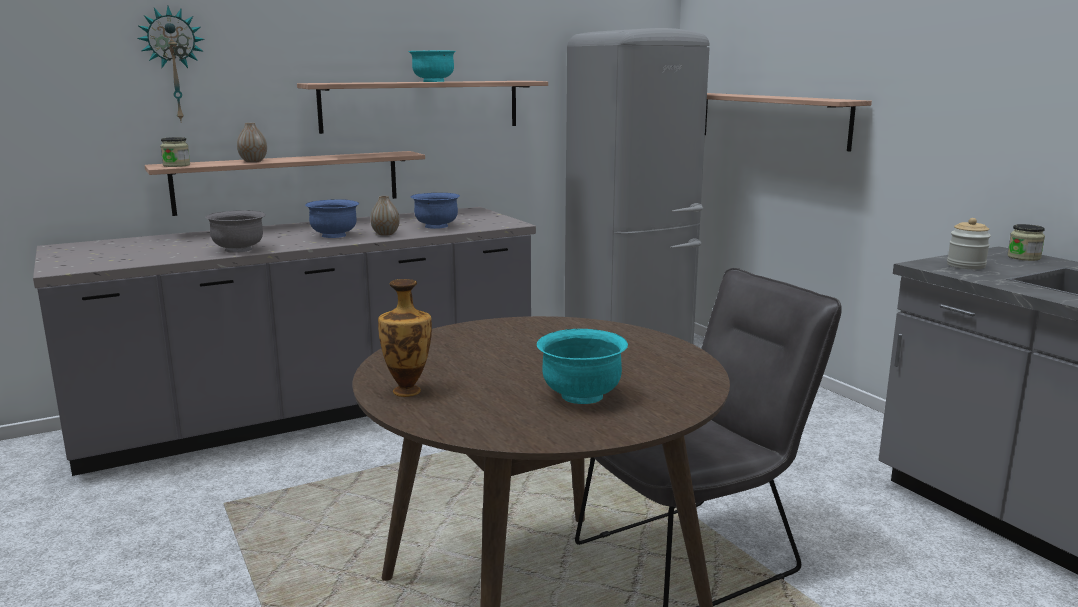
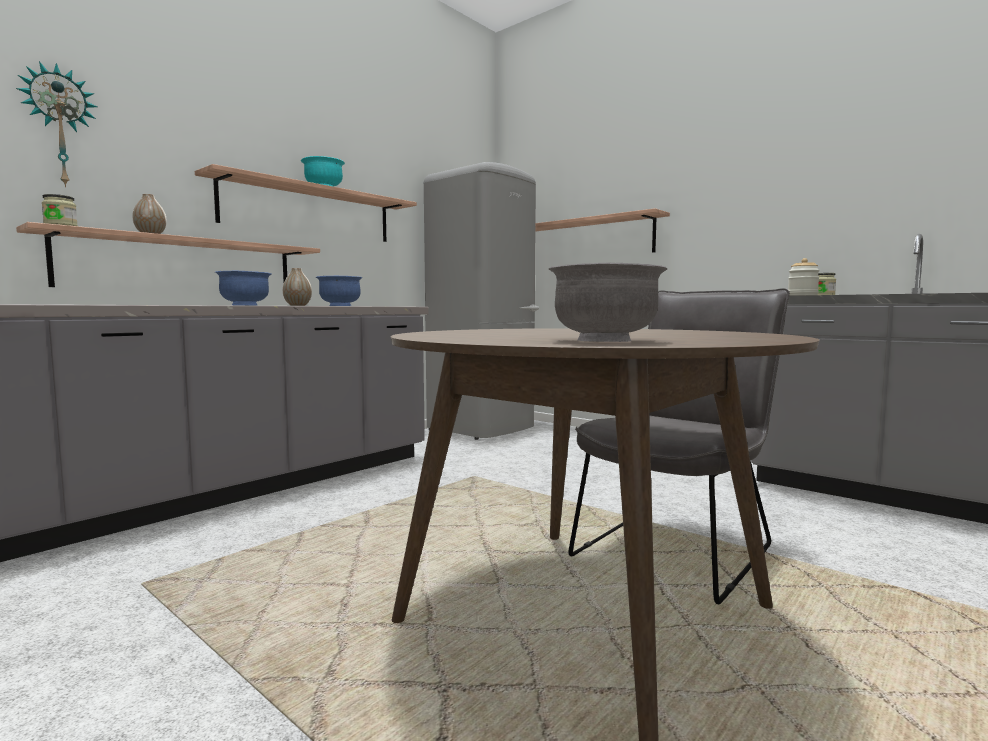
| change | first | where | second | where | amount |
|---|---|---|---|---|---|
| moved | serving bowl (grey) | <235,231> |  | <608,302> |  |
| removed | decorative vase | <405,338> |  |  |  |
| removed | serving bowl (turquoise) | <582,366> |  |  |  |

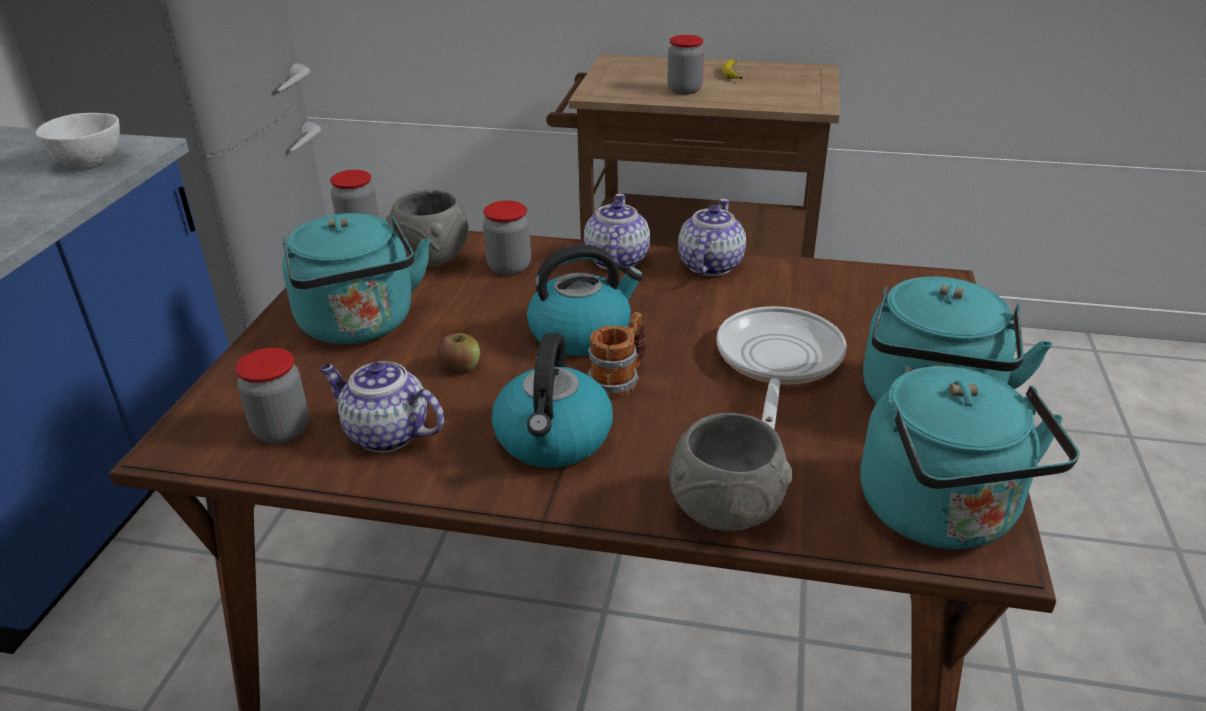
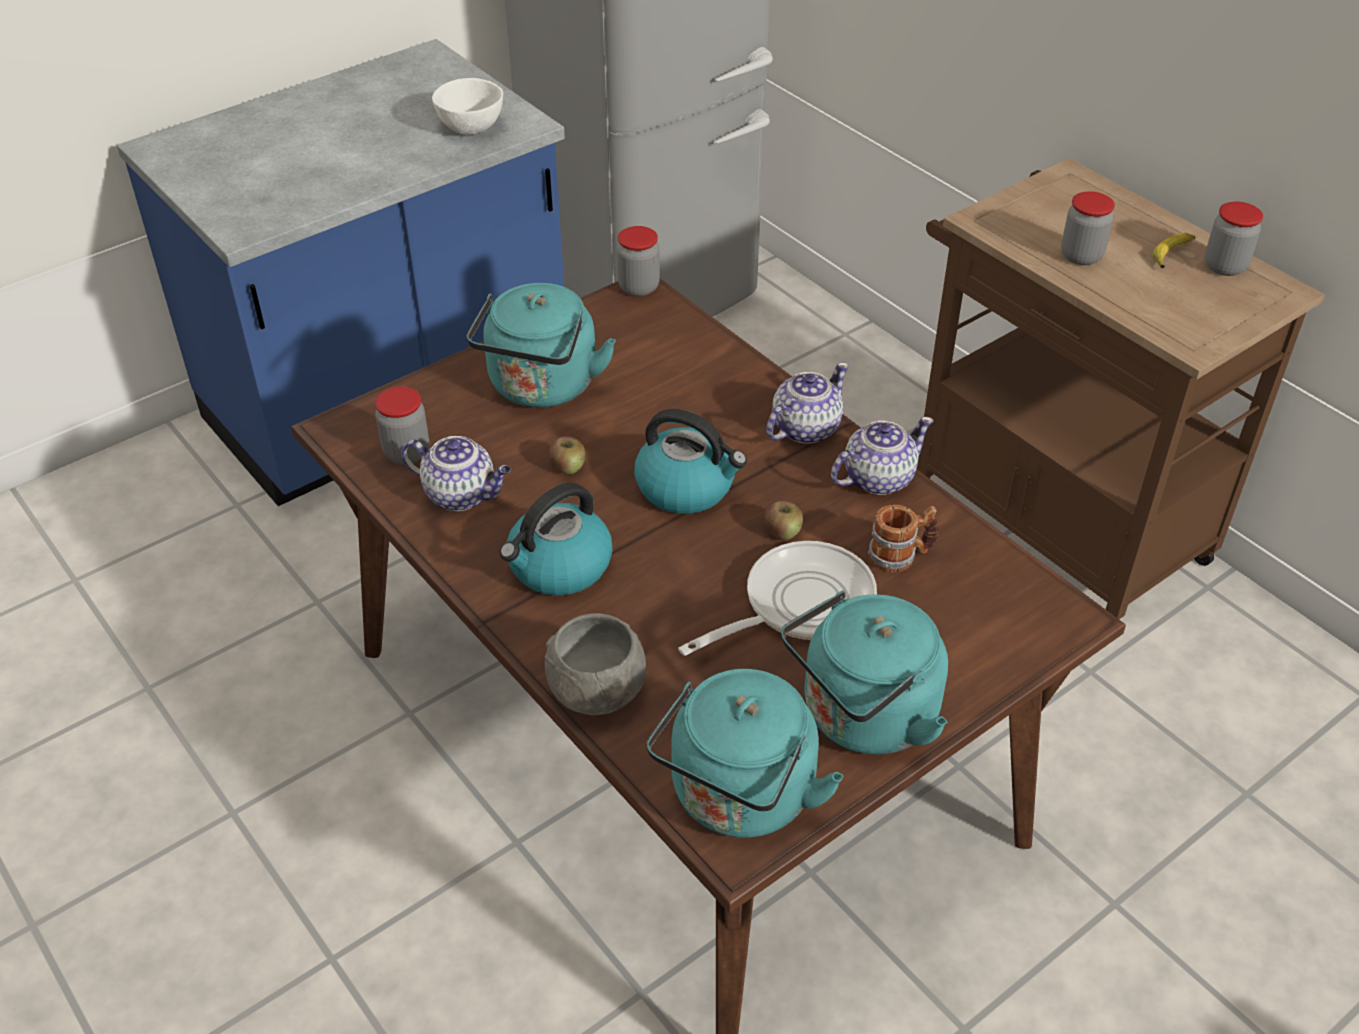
| change | first | where | second | where | amount |
|---|---|---|---|---|---|
| turned | pot for tea | <381,407> |  | <456,473> | 135 degrees clockwise |
| removed | serving bowl (grey) | <427,228> |  |  |  |
| moved | preserve jar | <507,238> |  | <1234,239> |  |
| moved | tea mug | <616,355> |  | <903,538> |  |
| added |  |  | apple | <783,520> |  |

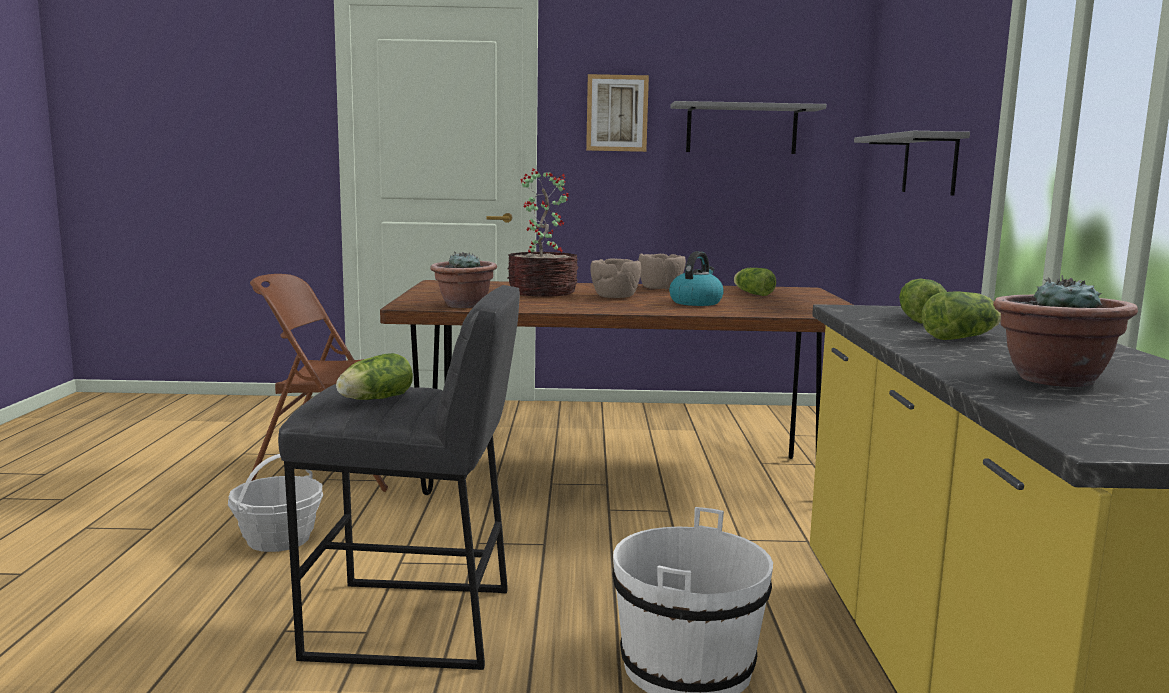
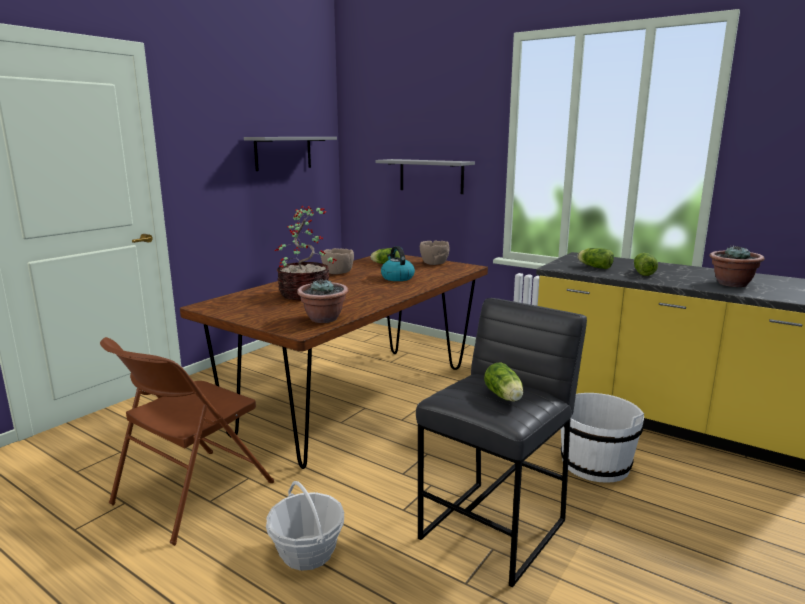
| change | first | where | second | where | amount |
|---|---|---|---|---|---|
| removed | picture | <617,113> |  |  |  |
| moved | serving bowl (brown) | <615,278> |  | <435,253> |  |

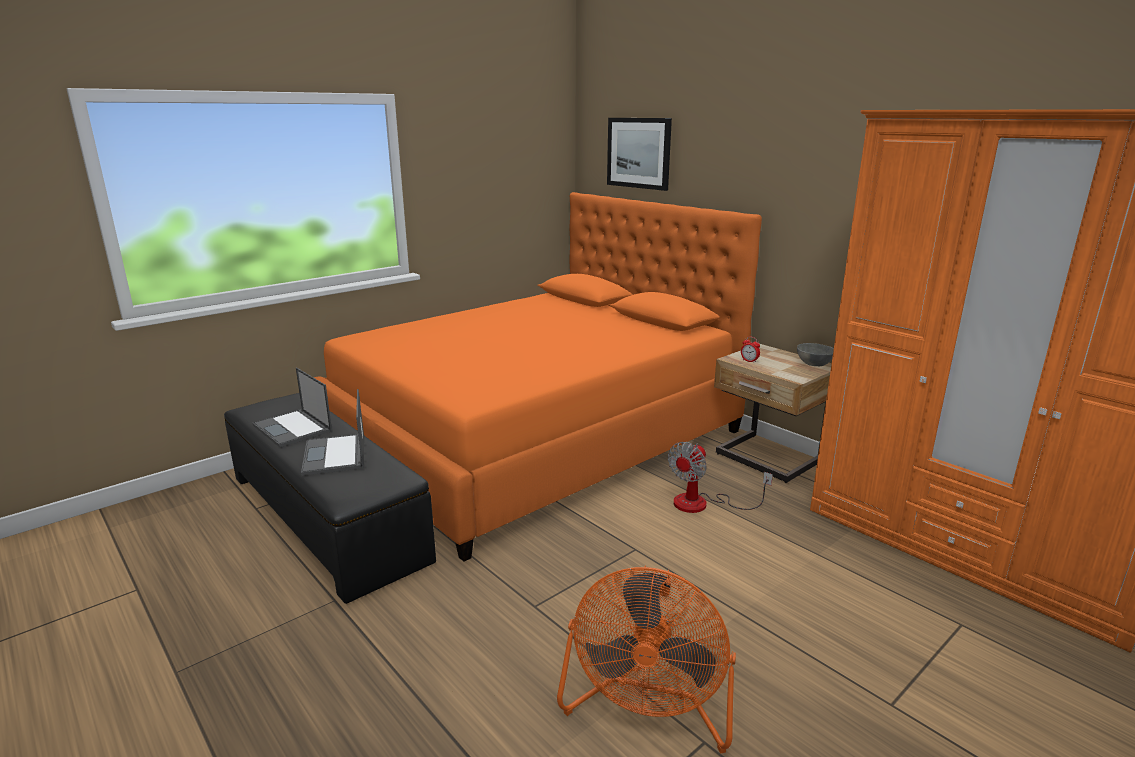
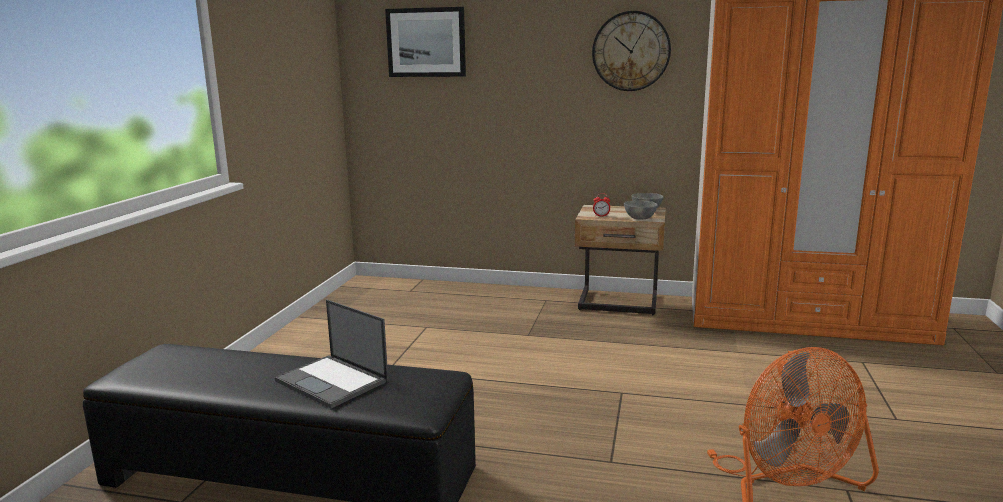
| change | first | where | second | where | amount |
|---|---|---|---|---|---|
| removed | notebook computer | <292,407> |  |  |  |
| removed | bed (orangey) | <538,377> |  |  |  |
| removed | electric fan | <720,477> |  |  |  |
| added |  |  | wall clock | <631,51> |  |
| added |  |  | serving bowl (grey) | <641,210> |  |

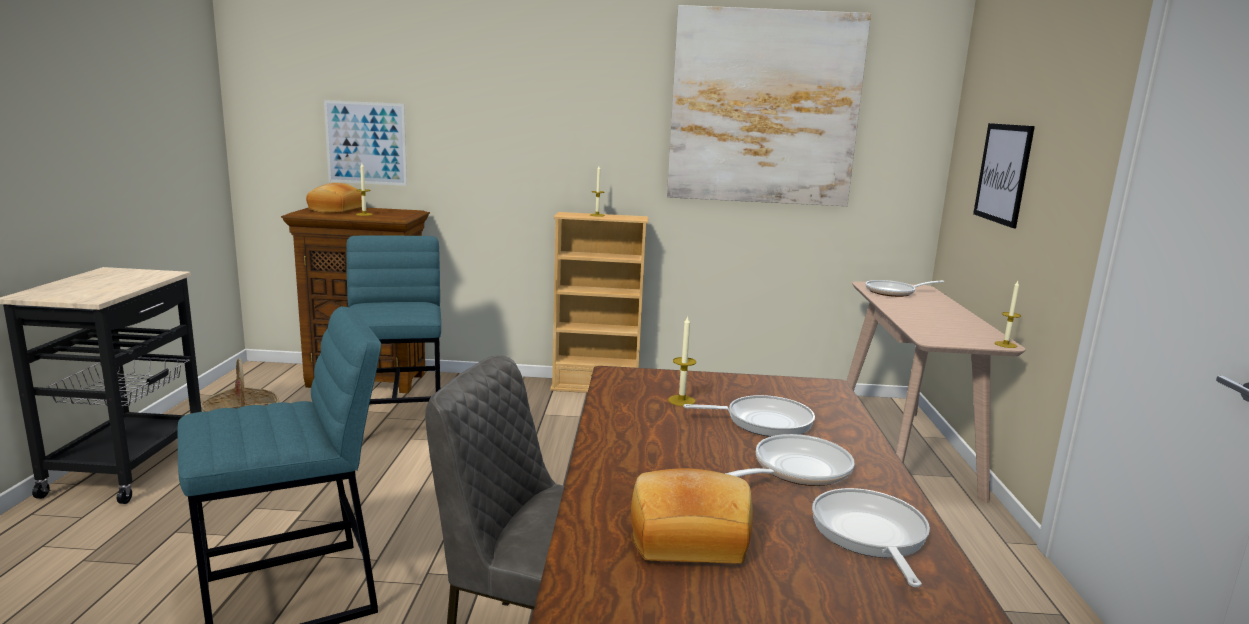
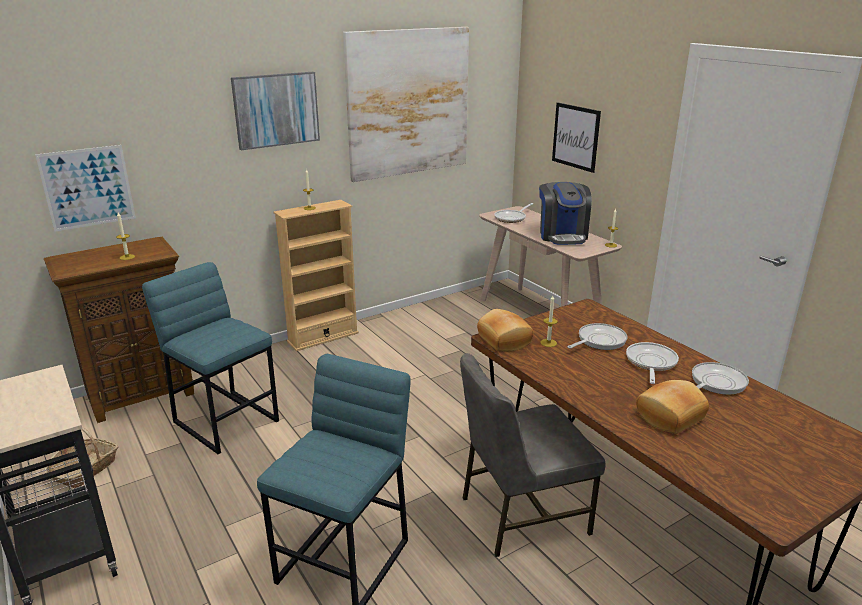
| change | first | where | second | where | amount |
|---|---|---|---|---|---|
| moved | baked bread | <334,198> |  | <505,330> |  |
| turned | frying pan | <871,537> |  | <720,378> | 90 degrees clockwise |
| added |  |  | picture | <275,111> |  |
| added |  |  | coffee machine | <565,213> |  |

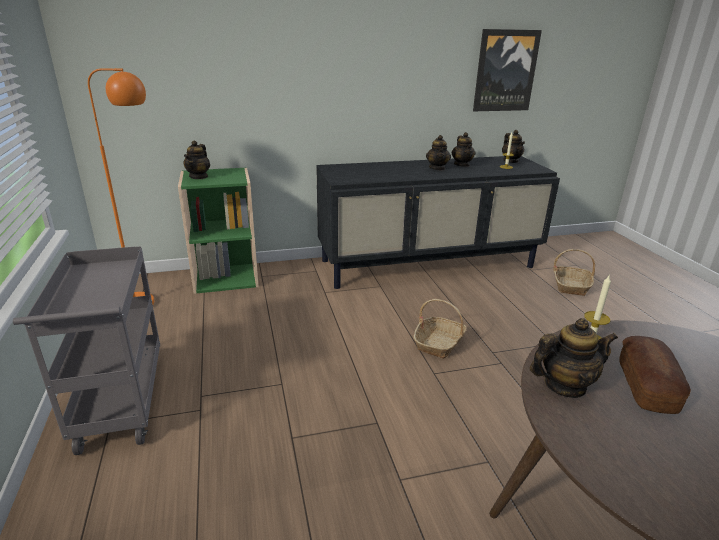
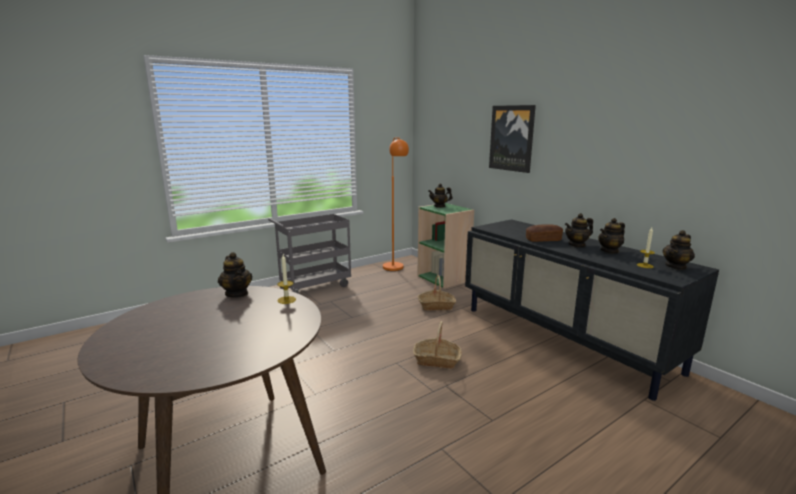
| change | first | where | second | where | amount |
|---|---|---|---|---|---|
| moved | picture | <507,70> |  | <512,139> |  |
| moved | storage basket | <574,272> |  | <437,293> |  |
| moved | baked bread | <655,375> |  | <544,233> |  |

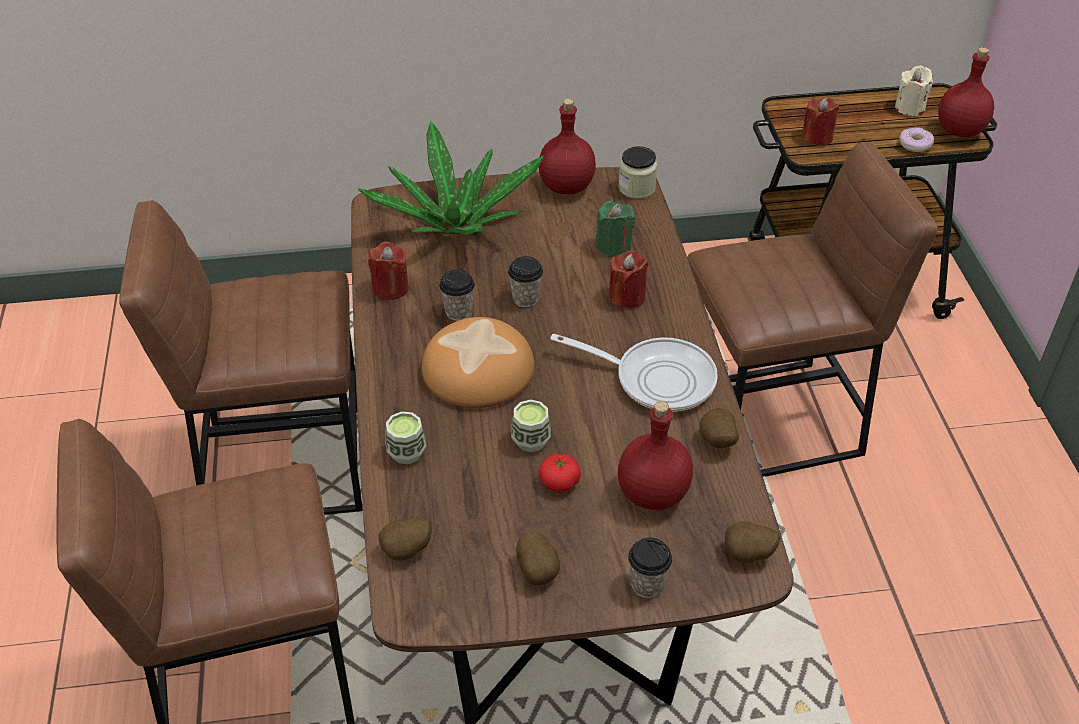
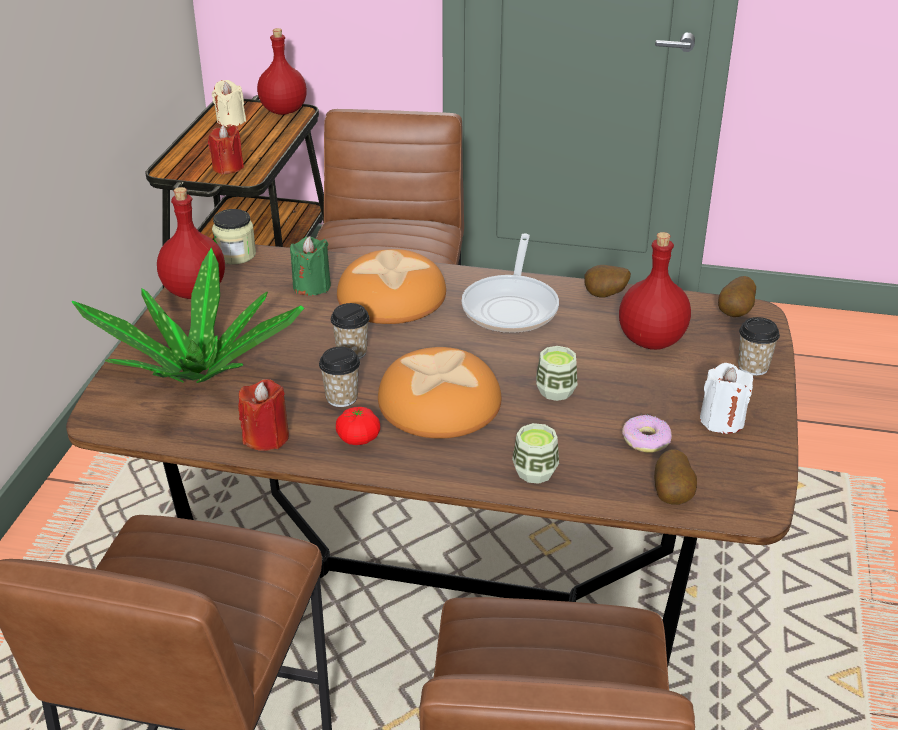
| change | first | where | second | where | amount |
|---|---|---|---|---|---|
| replaced | spud | <538,557> | candle (white-coloured) | <726,398> |  |
| moved | whole tomato | <560,473> |  | <358,426> |  |
| turned | frying pan | <634,373> |  | <510,283> | 150 degrees clockwise |
| replaced | candle (red) | <628,279> | baked bread | <391,286> |  |
| moved | ring doughnut | <916,139> |  | <647,434> |  |

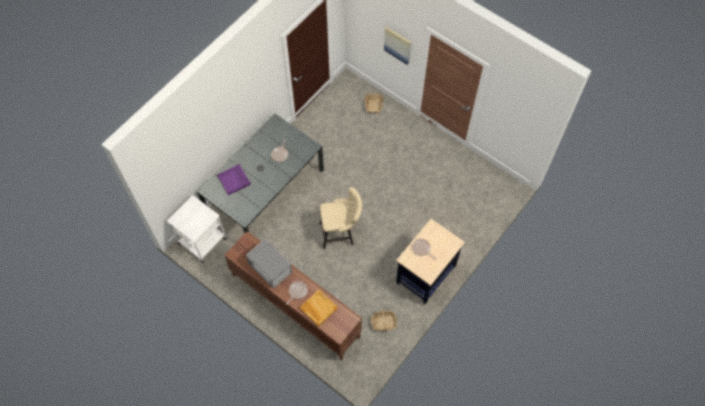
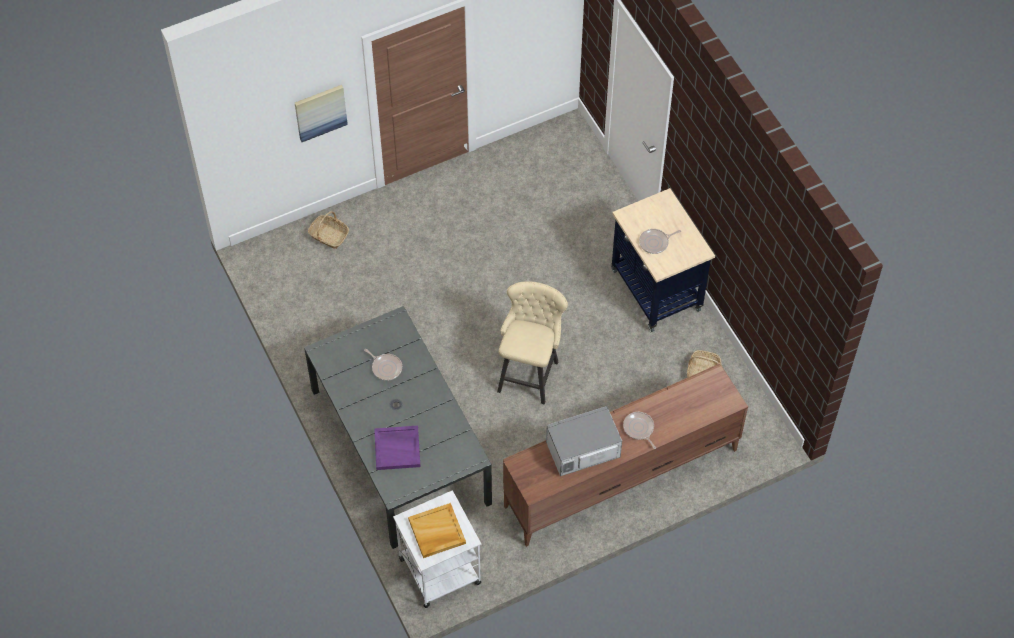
| change | first | where | second | where | amount |
|---|---|---|---|---|---|
| moved | tray (beige) | <319,308> |  | <437,530> |  |

